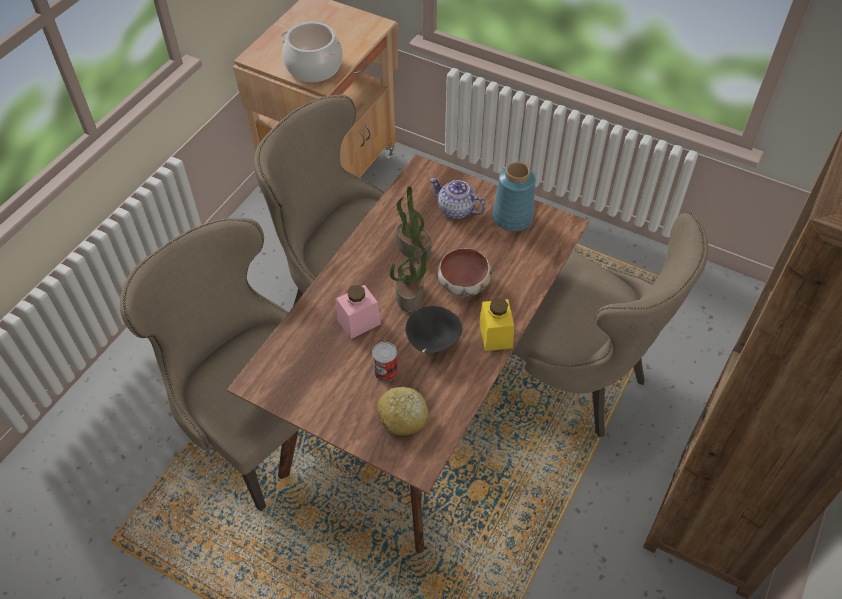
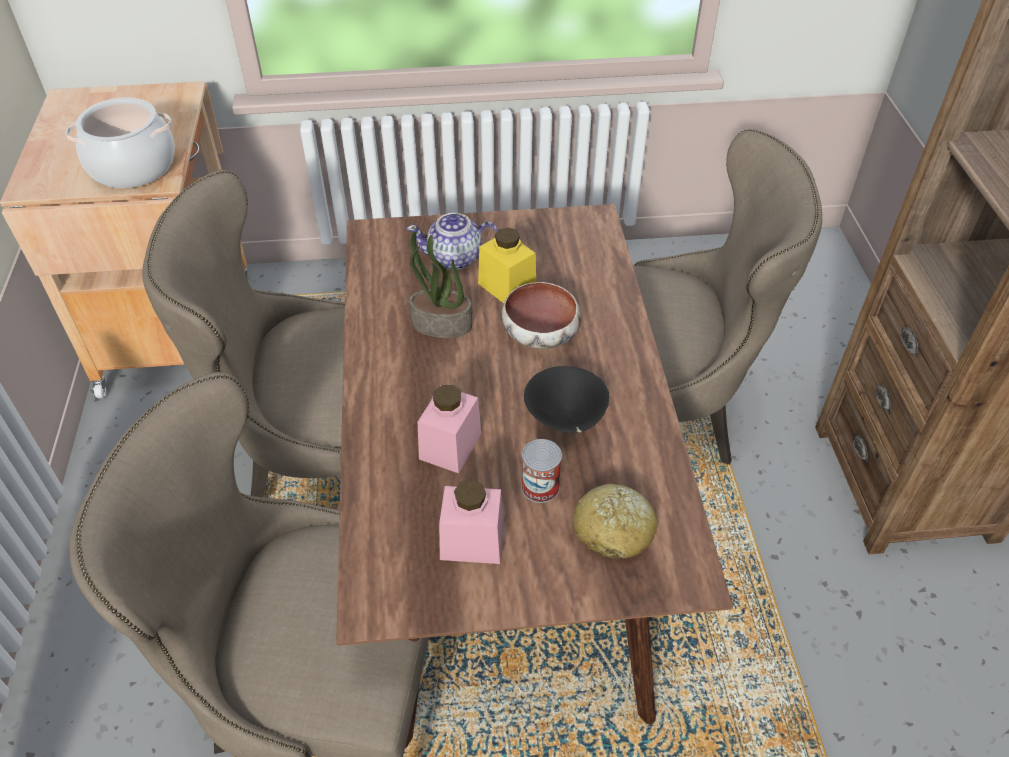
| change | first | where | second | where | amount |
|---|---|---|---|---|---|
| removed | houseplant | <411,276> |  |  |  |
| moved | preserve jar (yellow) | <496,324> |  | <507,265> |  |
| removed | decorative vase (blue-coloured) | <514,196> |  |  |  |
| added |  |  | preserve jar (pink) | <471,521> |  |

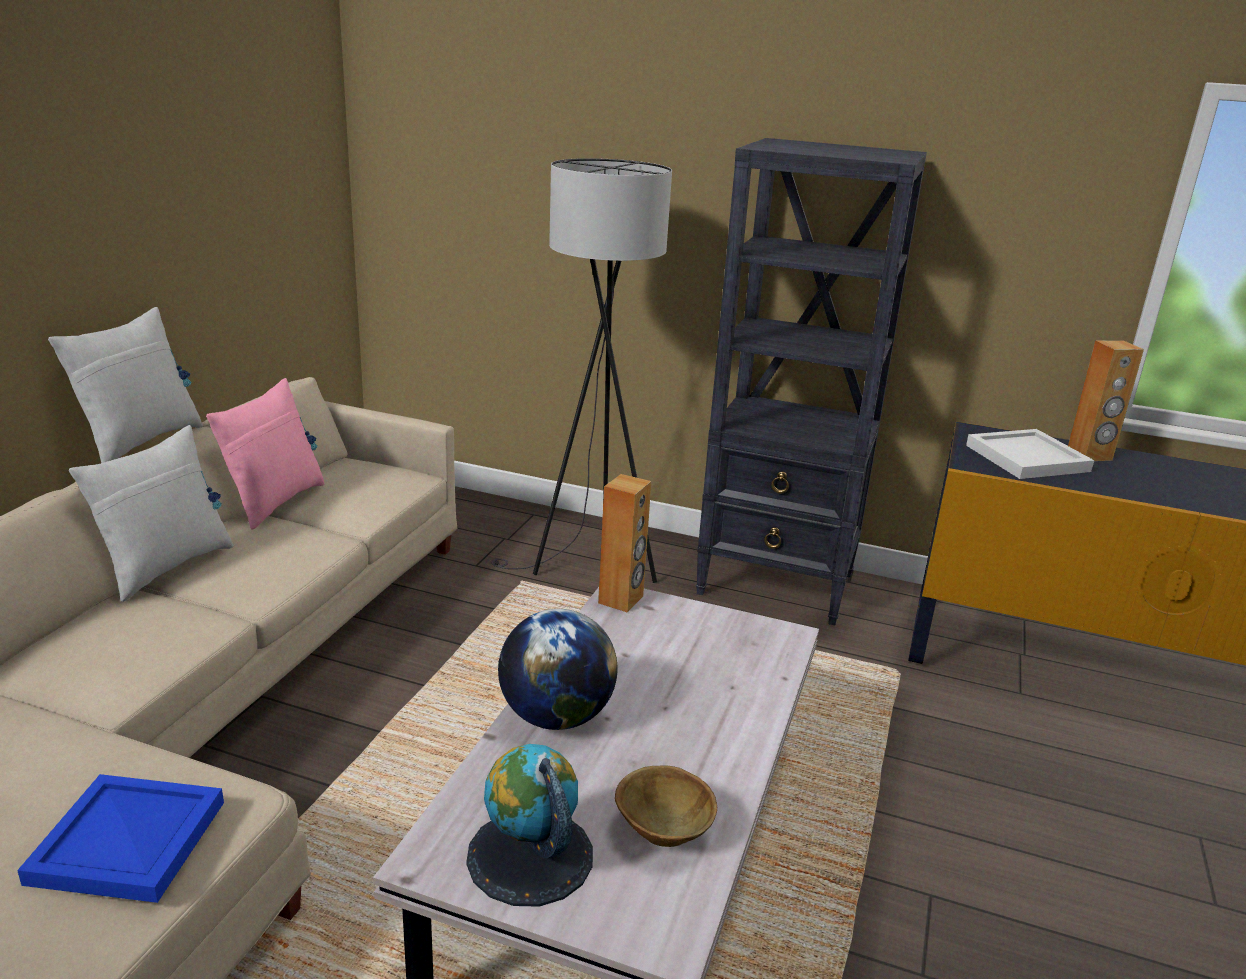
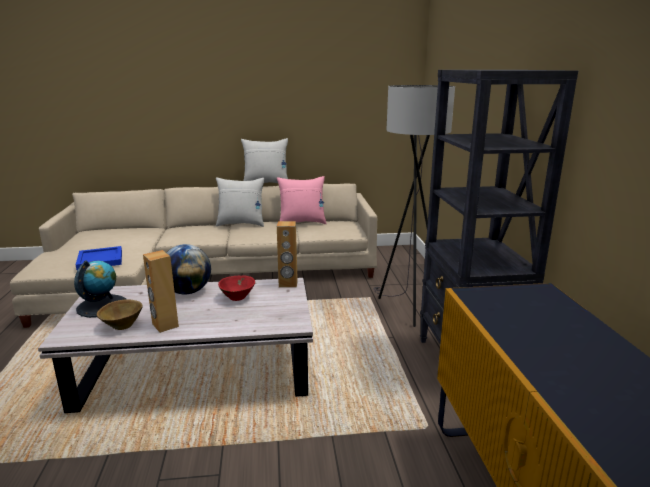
| change | first | where | second | where | amount |
|---|---|---|---|---|---|
| removed | tray (white-coloured) | <1030,454> |  |  |  |
| moved | audio speaker (brown) | <1106,400> |  | <161,291> |  |
| added |  |  | serving bowl (red) | <236,288> |  |

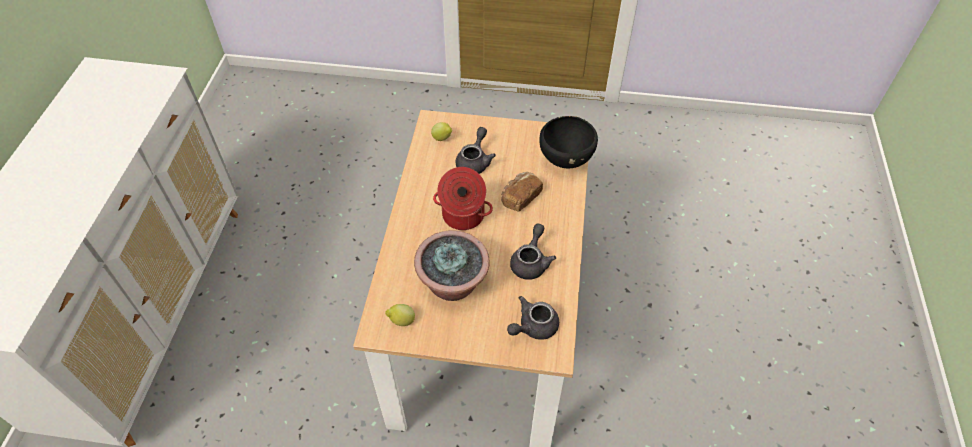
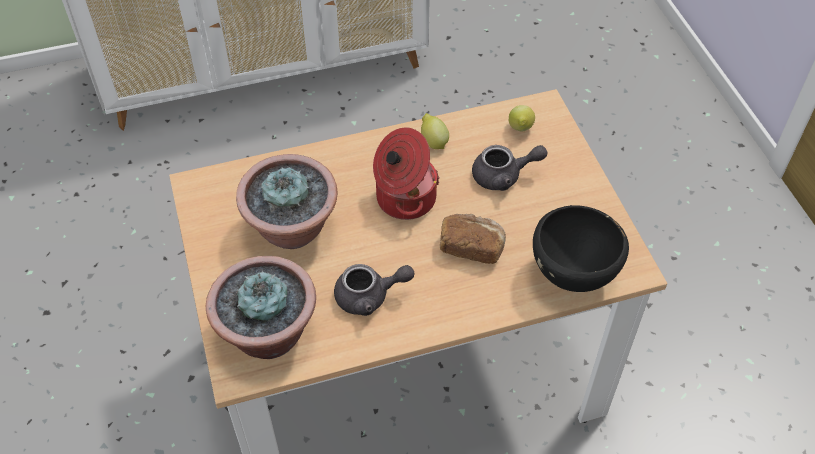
| change | first | where | second | where | amount |
|---|---|---|---|---|---|
| moved | whole lemon | <400,315> |  | <435,131> |  |
| replaced | pot for tea (grey) | <533,318> | houseplant | <261,307> |  |

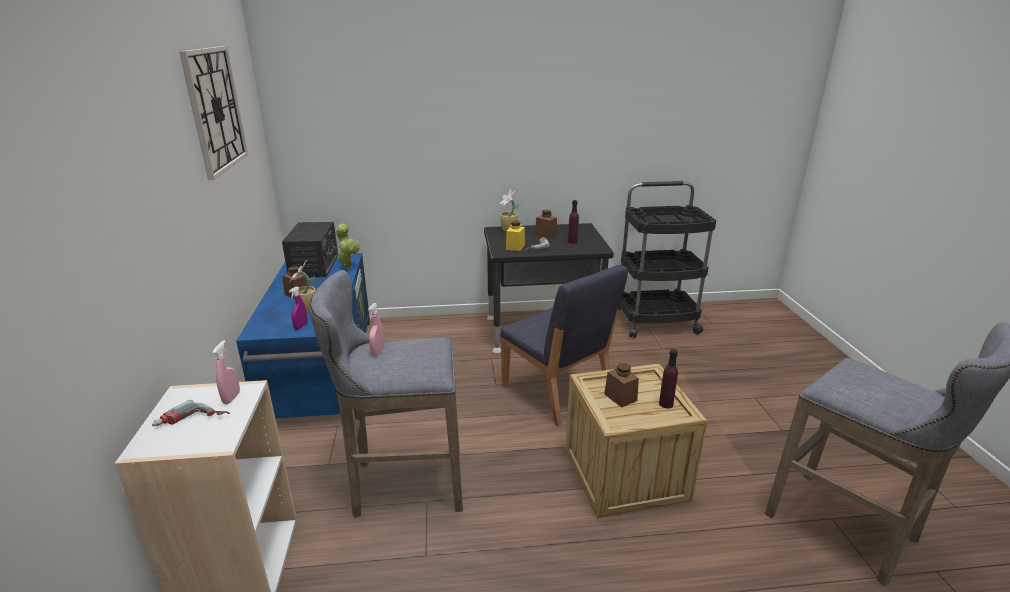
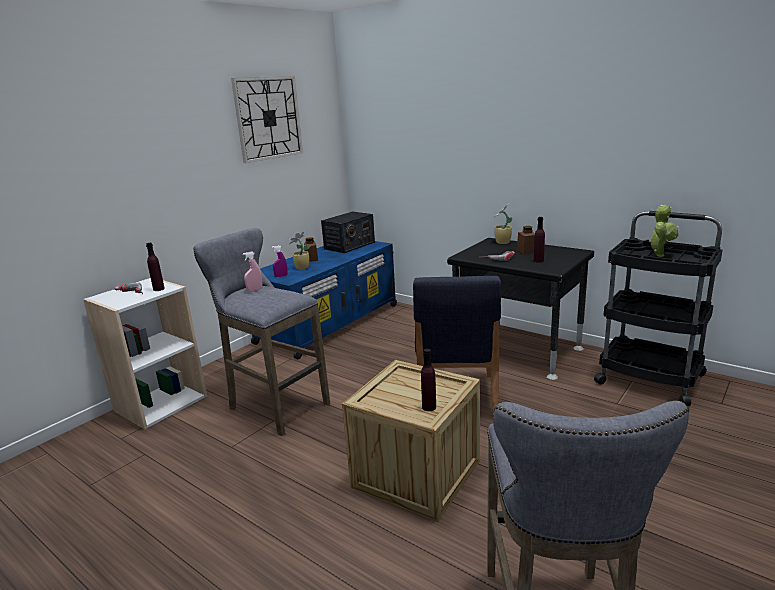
| change | first | where | second | where | amount |
|---|---|---|---|---|---|
| replaced | spray bottle (pink) | <226,372> | beverage bottle (purplish) | <155,267> |  |
| moved | houseplant | <347,246> |  | <664,231> |  |
| removed | preserve jar (yellow) | <515,236> |  |  |  |
| removed | preserve jar (brown) | <621,385> |  |  |  |

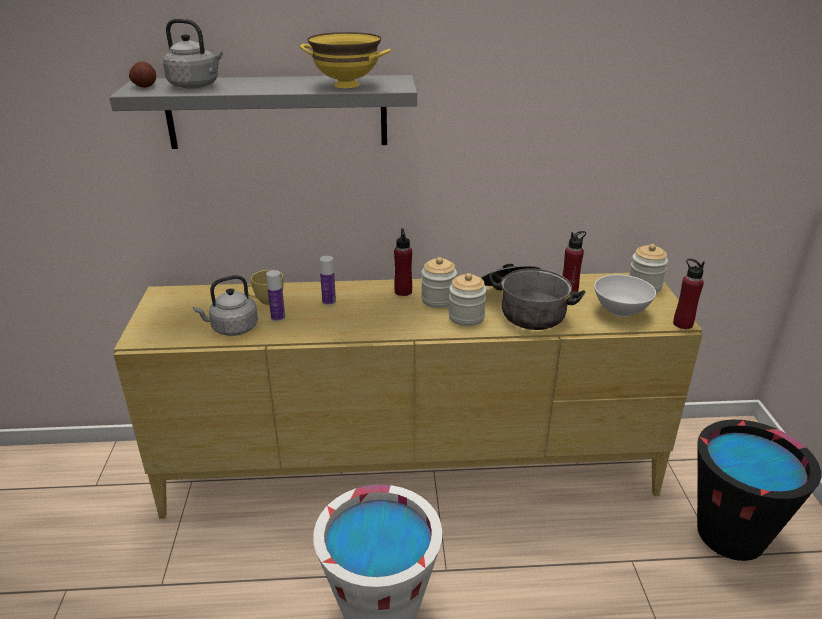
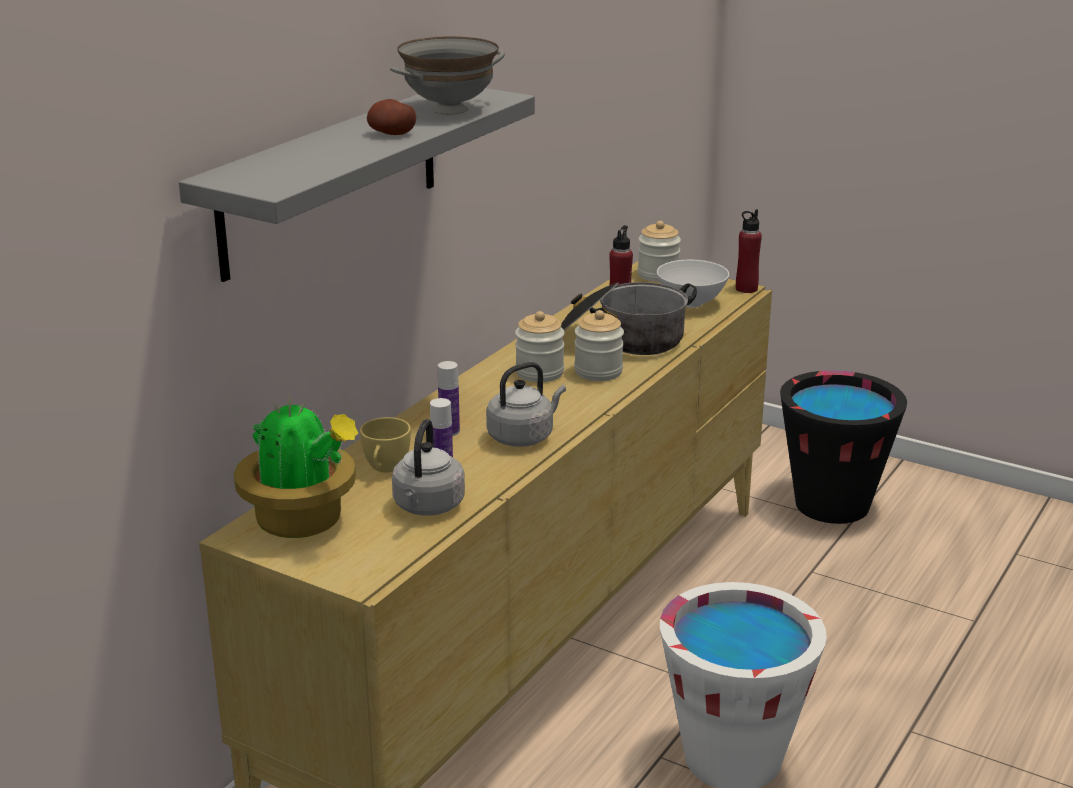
| change | first | where | second | where | amount |
|---|---|---|---|---|---|
| moved | spud | <142,75> |  | <391,117> |  |
| moved | kettle (grey) | <193,54> |  | <526,404> |  |
| recoloured | serving bowl (yellow) | <345,60> | serving bowl (grey) | <447,75> |  |
| removed | beverage bottle (red) | <403,262> |  |  |  |
| added |  |  | houseplant | <296,467> |  |

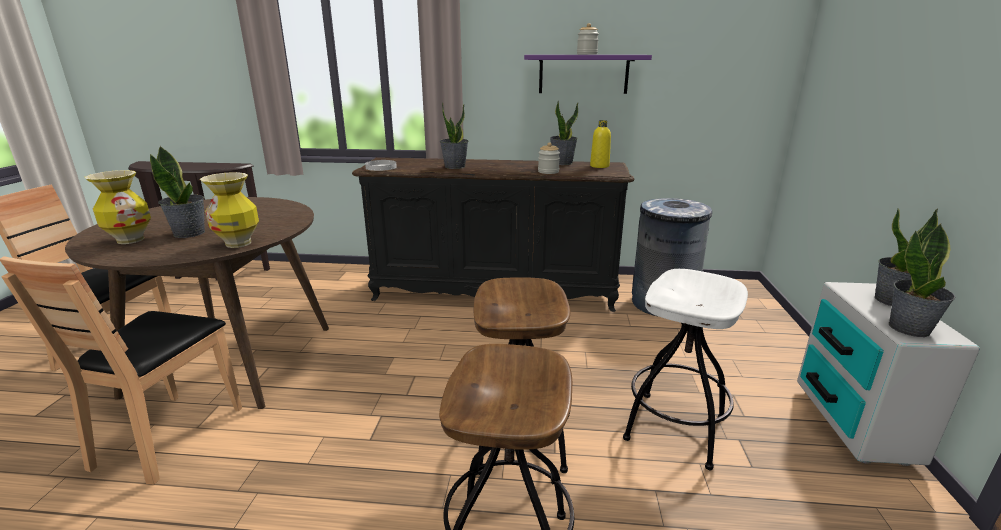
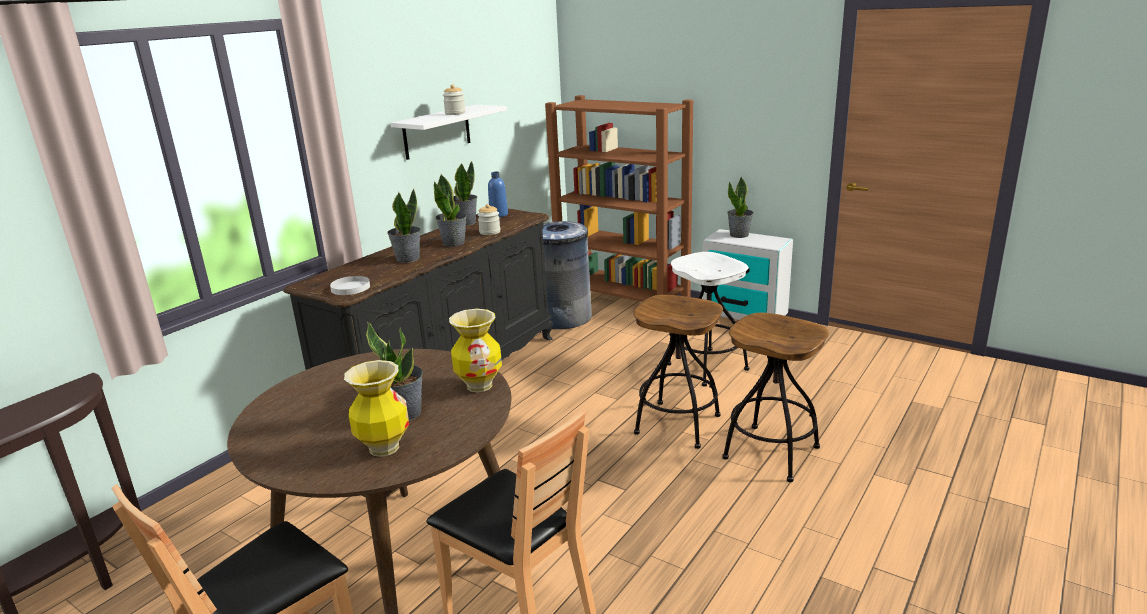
| change | first | where | second | where | amount |
|---|---|---|---|---|---|
| recoloured | bracket shelf (purplish) | <588,74> | bracket shelf (white-coloured) | <448,132> |  |
| recoloured | beverage bottle (yellow) | <600,144> | beverage bottle (blue-coloured) | <498,194> |  |
| moved | houseplant | <922,280> |  | <450,210> |  |
| added |  |  | bookcase (brown) | <619,198> |  |

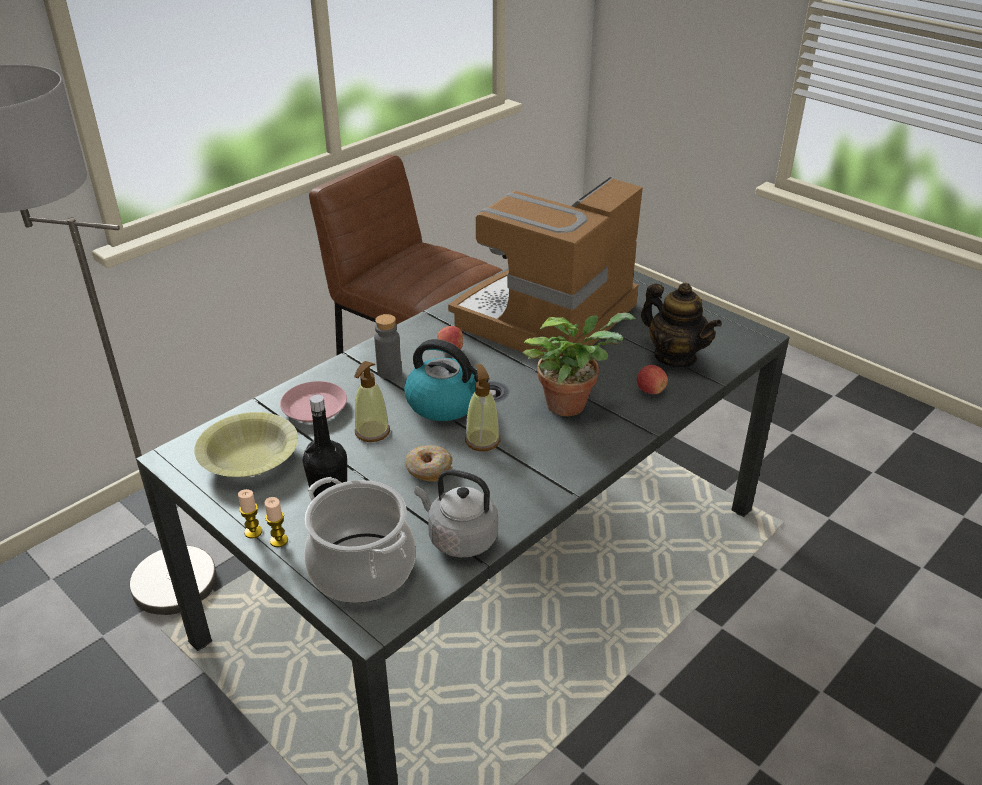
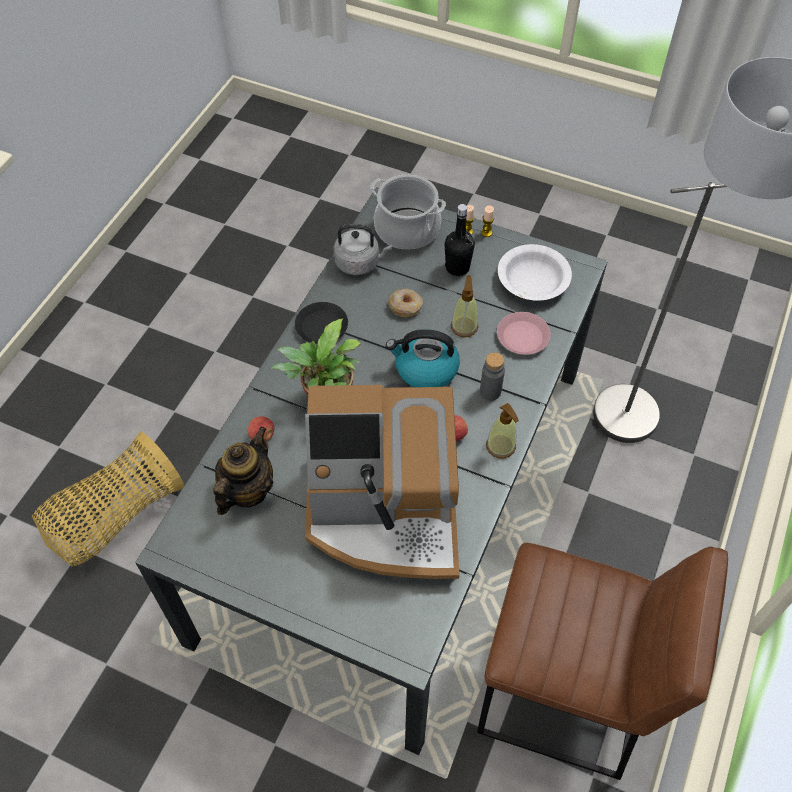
| change | first | where | second | where | amount |
|---|---|---|---|---|---|
| recoloured | serving bowl (yellow) | <246,444> | serving bowl (white-coloured) | <535,272> |  |
| turned | coffee machine | <545,267> |  | <382,482> | 75 degrees clockwise |
| moved | liquid soap bottle | <482,407> |  | <502,430> |  |
| turned | pot for tea | <681,325> |  | <243,471> | 90 degrees clockwise |
| added |  |  | storage basket | <108,499> |  |
| added |  |  | flat dish (black-coloured) | <321,323> |  |

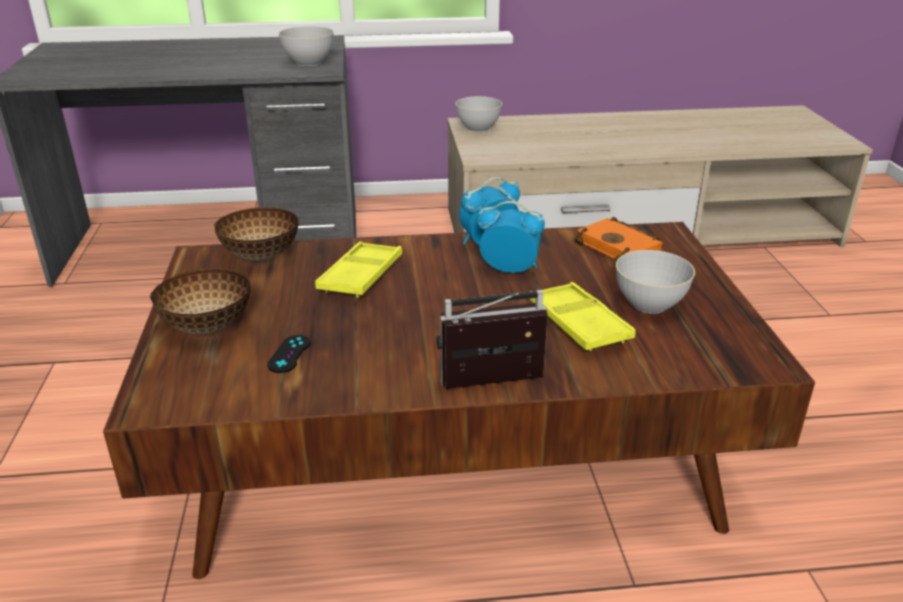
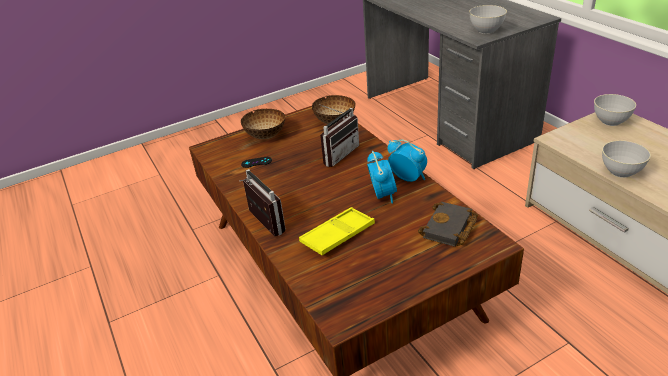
| change | first | where | second | where | amount |
|---|---|---|---|---|---|
| replaced | tray (yellow) | <359,270> | radio set | <339,135> |  |
| recoloured | book (orangey) | <619,239> | book (black-coloured) | <448,224> |  |
| moved | serving bowl (grey) | <655,282> |  | <626,159> |  |

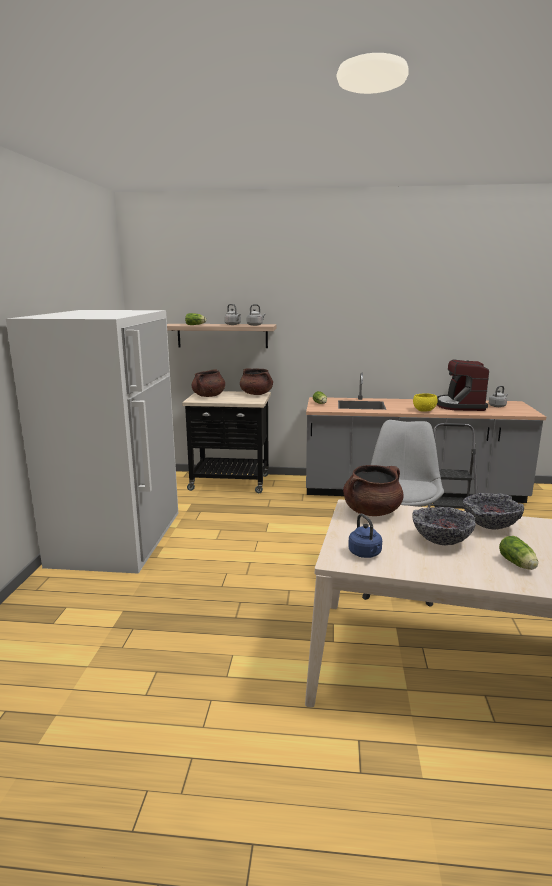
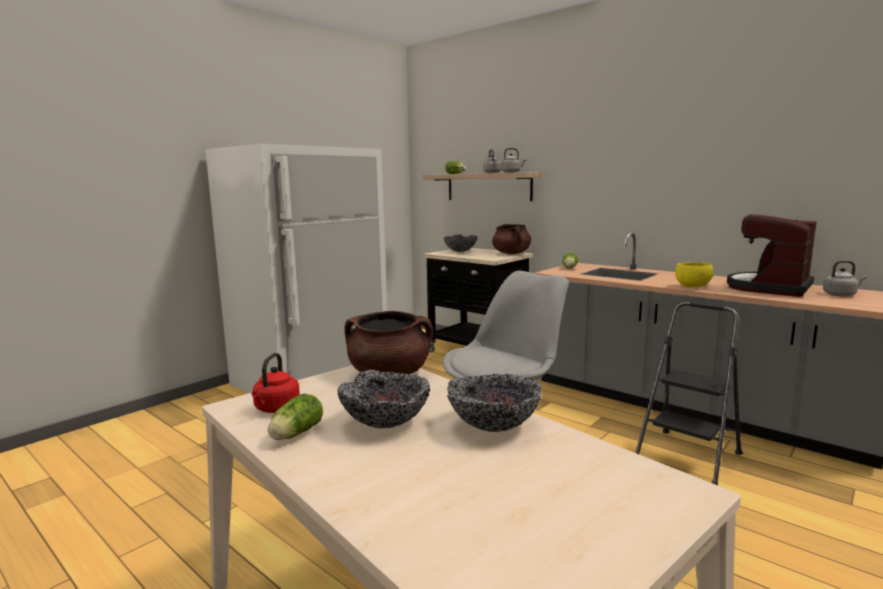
| change | first | where | second | where | amount |
|---|---|---|---|---|---|
| replaced | cooking pot (brown) | <208,383> | serving bowl | <461,243> |  |
| recoloured | kettle (blue-coloured) | <365,536> | kettle (red) | <276,383> |  |
| moved | head of lettuce | <518,553> |  | <295,417> |  |

